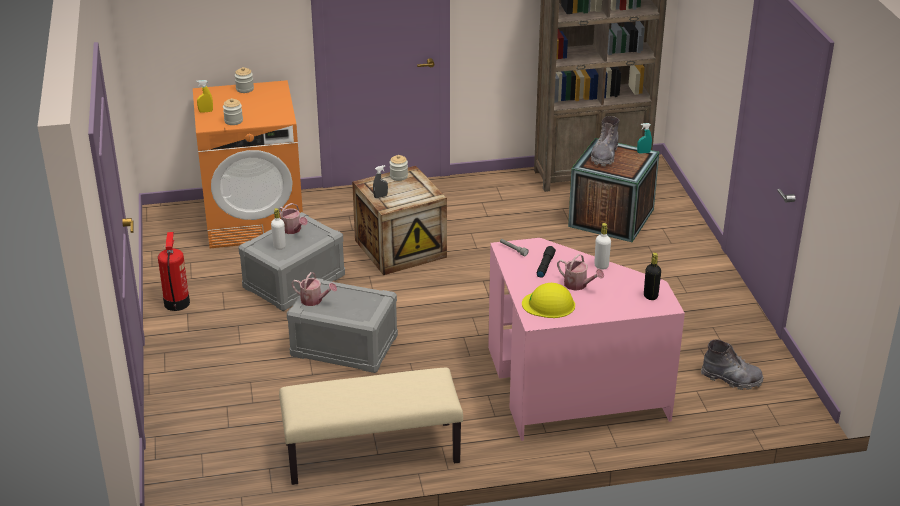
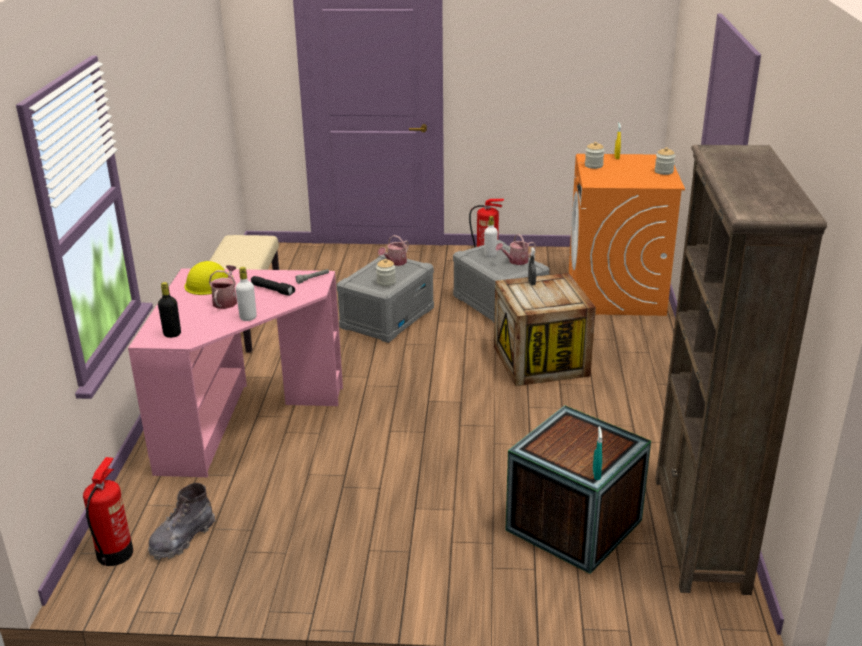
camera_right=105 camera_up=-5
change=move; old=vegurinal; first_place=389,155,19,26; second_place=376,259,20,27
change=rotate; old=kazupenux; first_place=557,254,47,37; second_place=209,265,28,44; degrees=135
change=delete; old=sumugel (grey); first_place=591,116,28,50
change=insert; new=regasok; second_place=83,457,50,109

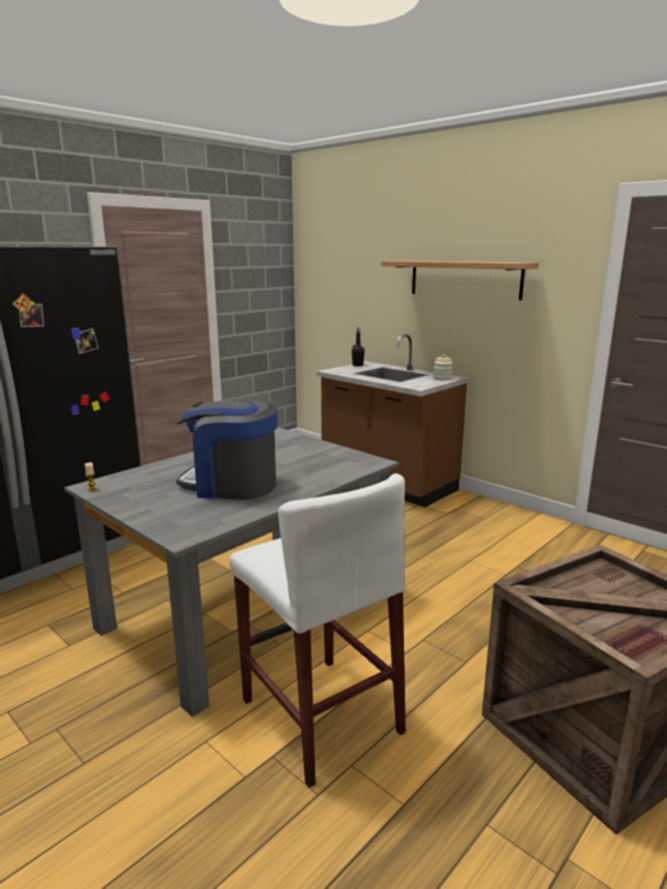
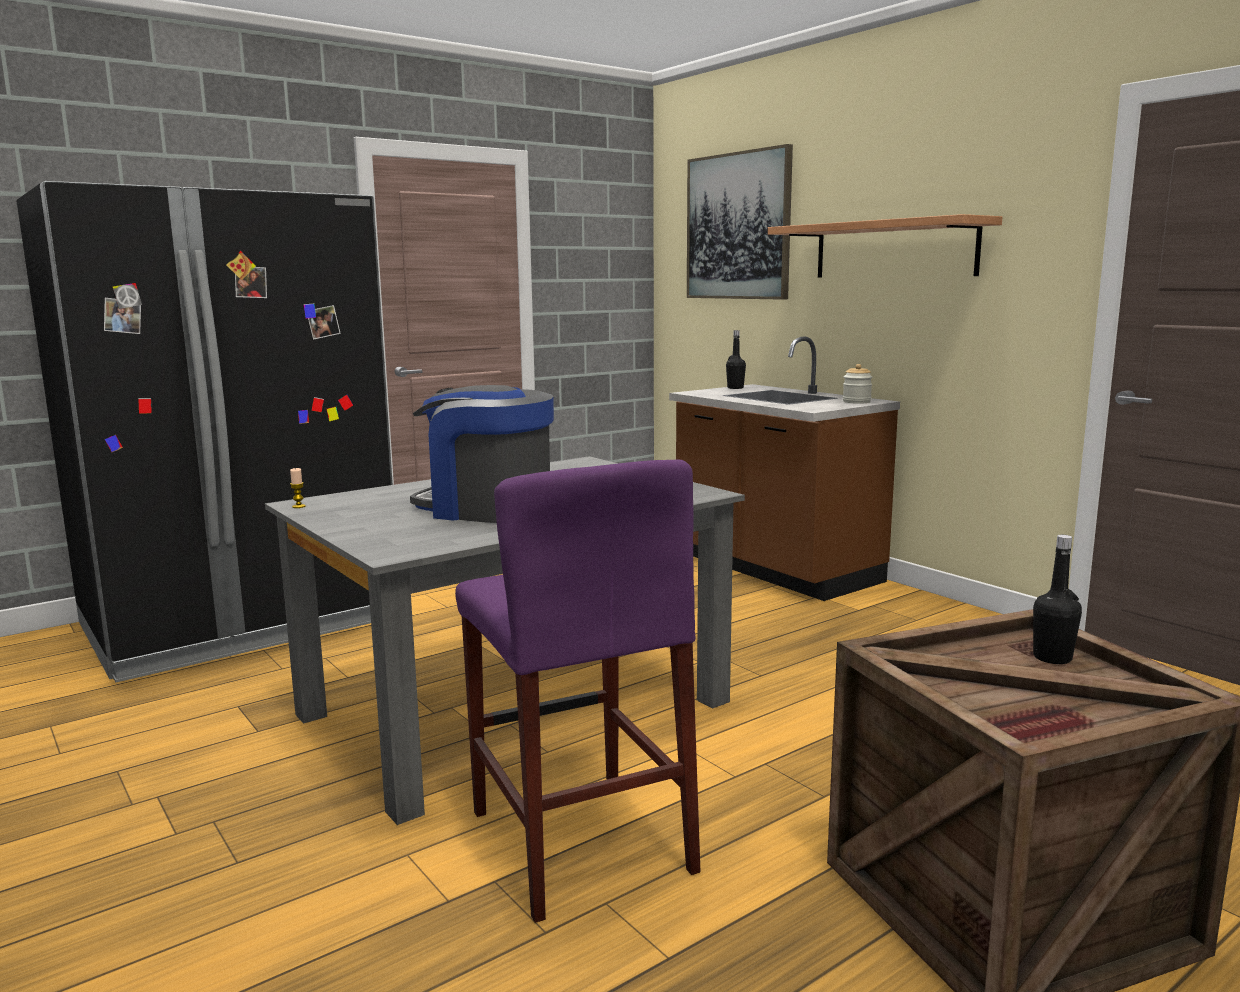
camera_right=10 camera_up=-5
change=recolor; old=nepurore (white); new=nepurore (purple); first_place=230,473,176,315; second_place=455,460,246,463
change=insert; new=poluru; second_place=687,144,106,156
change=insert; new=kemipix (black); second_place=1033,535,49,129

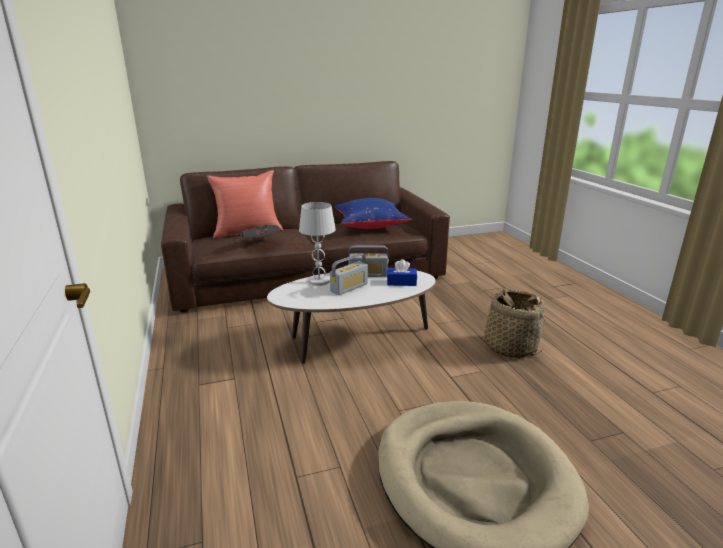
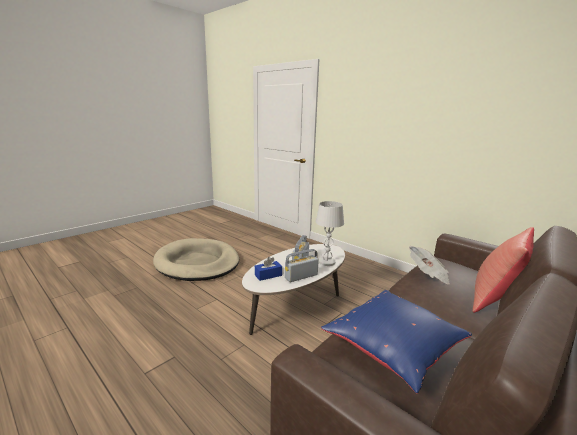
camera_right=150 camera_up=-5
change=delete; old=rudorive; first_place=482,289,63,69

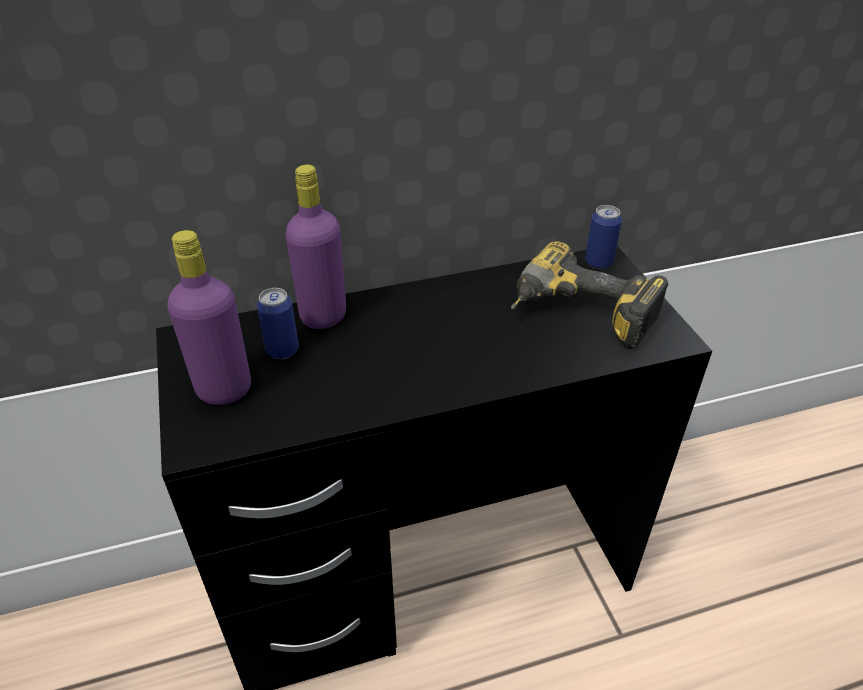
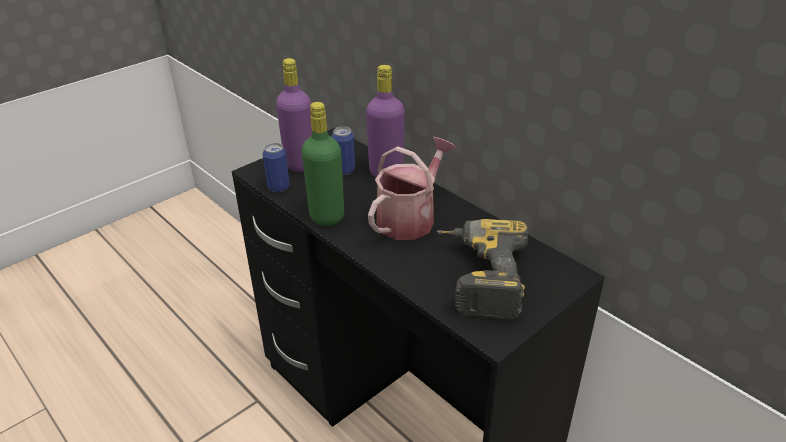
camera_right=65 camera_up=-5
change=move; old=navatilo; first_place=585,205,37,64; second_place=263,143,27,49
change=insert; new=kemipix (green); second_place=302,102,42,124
change=insert; new=kazupenux; second_place=368,137,87,103

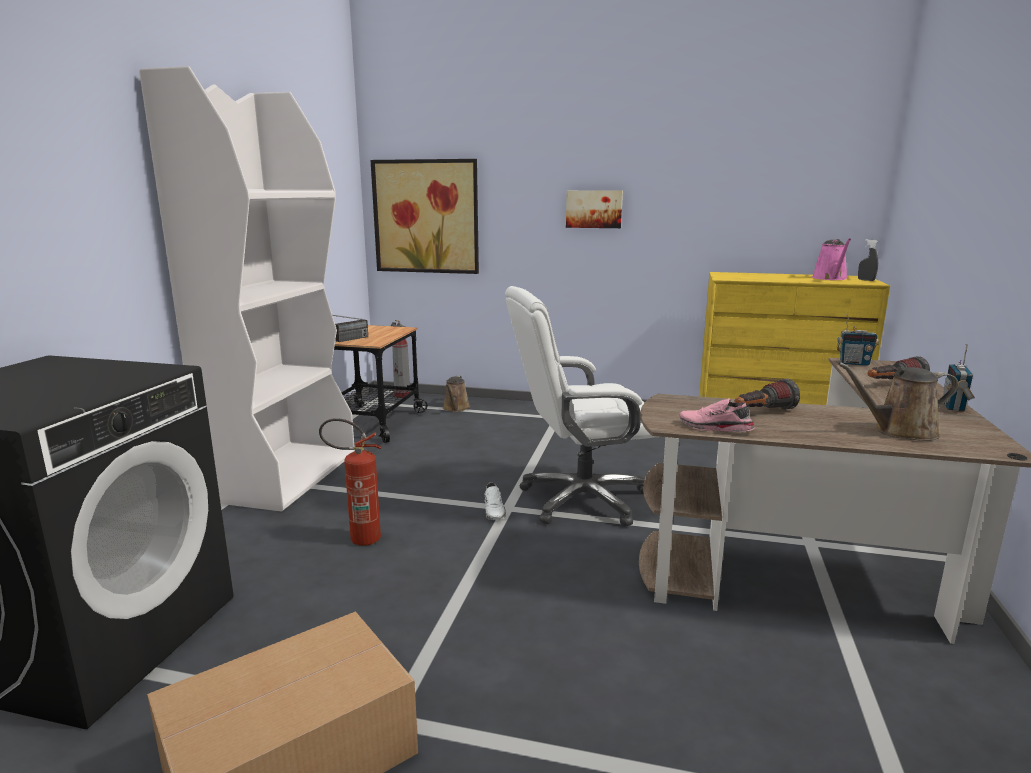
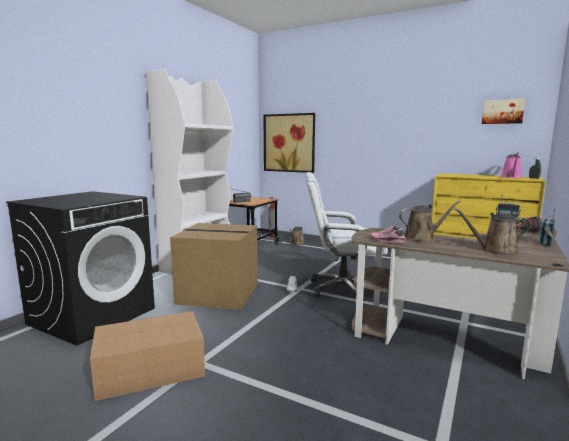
camera_right=15 camera_up=-5
change=replace; old=regasok; new=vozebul; first_place=319,418,62,128; second_place=170,223,88,87
change=move; old=poluru; first_place=566,190,57,38; second_place=482,99,43,25
change=replace; old=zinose; new=kazupenux (brown); first_place=735,379,65,31; second_place=399,201,61,41

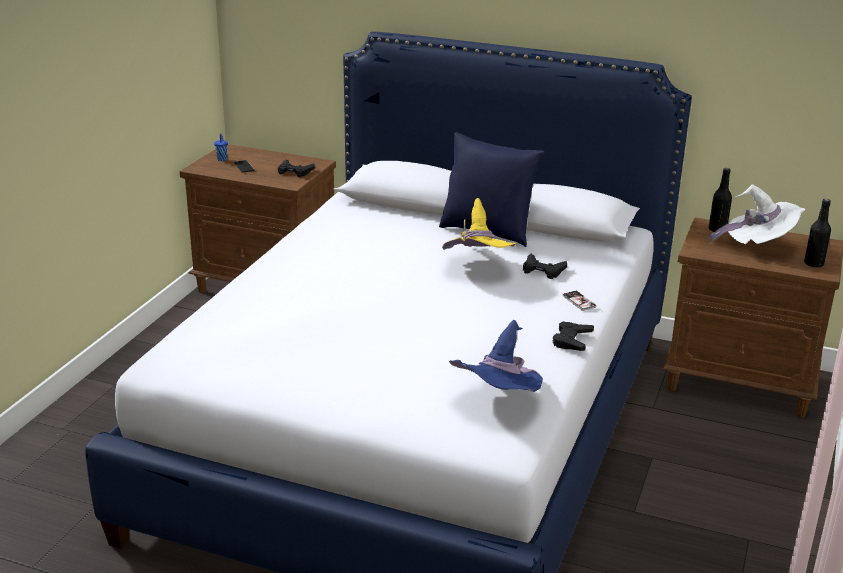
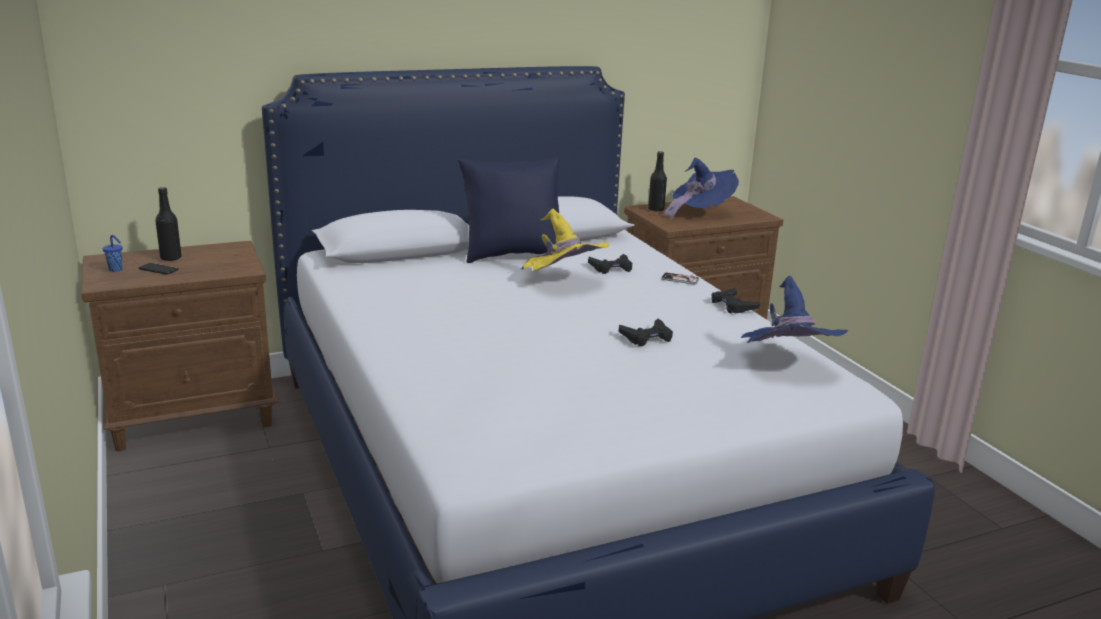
camera_right=-45 camera_up=-5
change=move; old=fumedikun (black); first_place=278,159,37,18; second_place=619,319,54,27
change=recolor; old=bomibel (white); new=bomibel (blue); first_place=708,184,97,61; second_place=663,158,76,62
change=move; old=kemipix (black); first_place=804,199,27,68; second_place=155,187,27,74

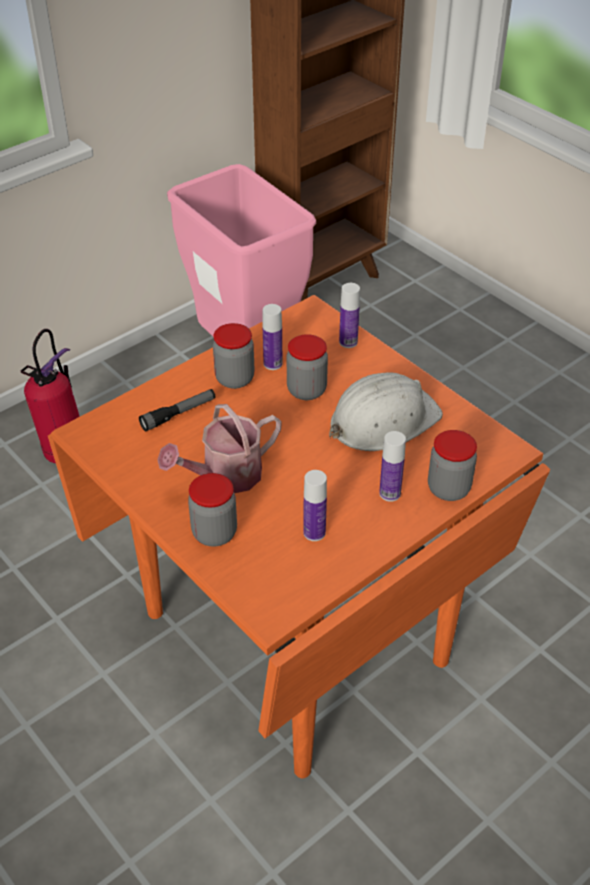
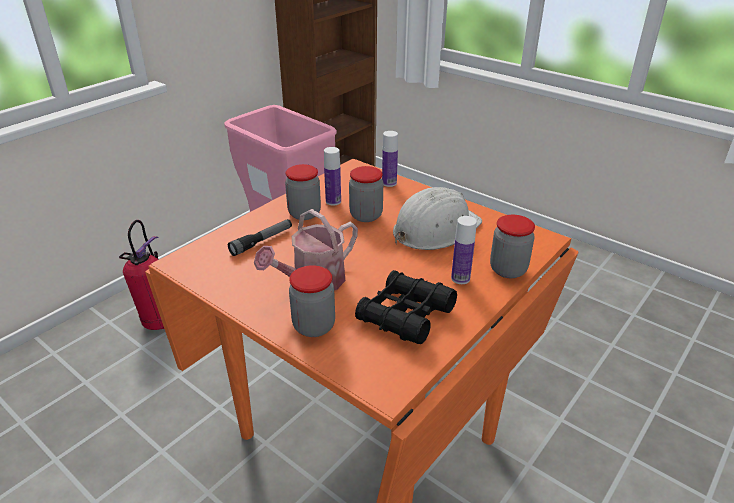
camera_right=-10 camera_up=-10
change=replace; old=kemipix; new=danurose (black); first_place=303,470,24,71; second_place=355,270,102,74

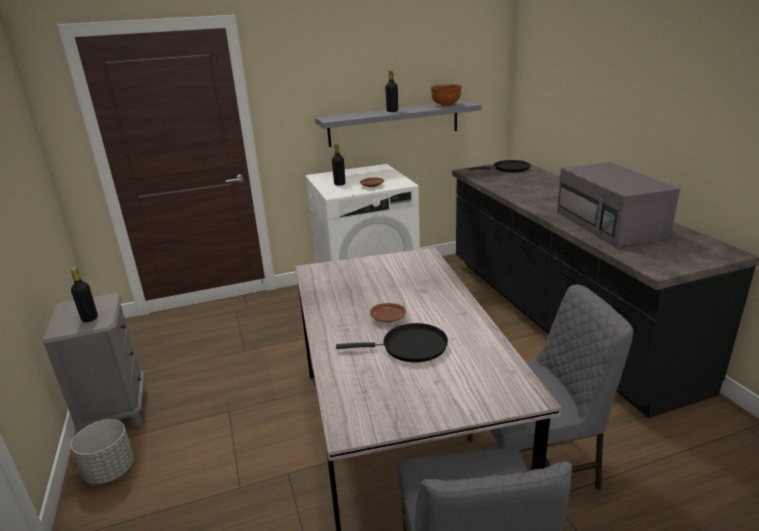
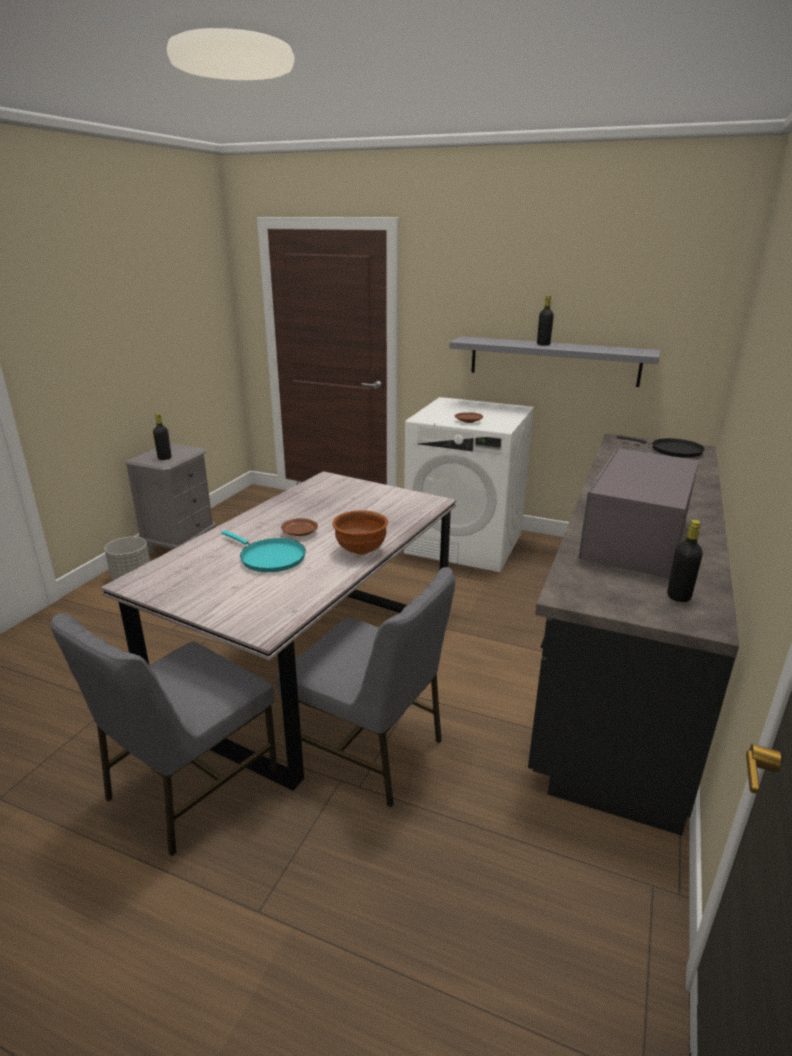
camera_right=40 camera_up=0
change=move; old=kemipix (black); first_place=332,143,13,43; second_place=667,520,36,82
change=recolor; old=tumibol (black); new=tumibol (turquoise); first_place=336,323,112,39; second_place=221,530,85,42
change=move; old=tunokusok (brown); first_place=430,84,32,23; second_place=332,510,56,45

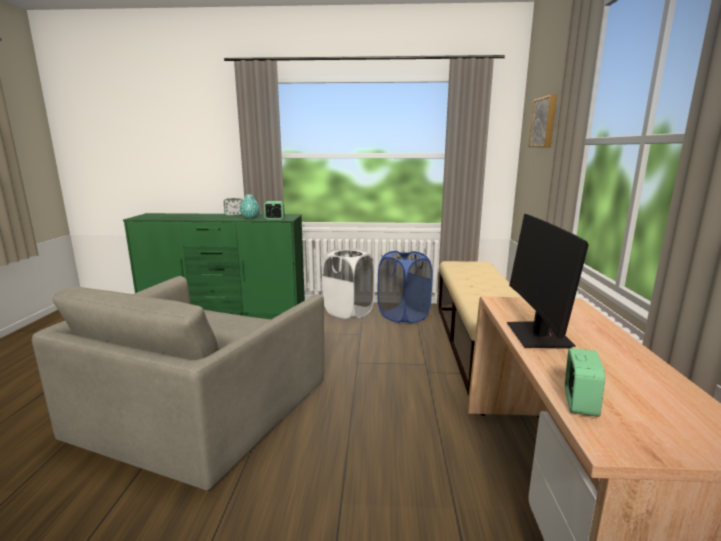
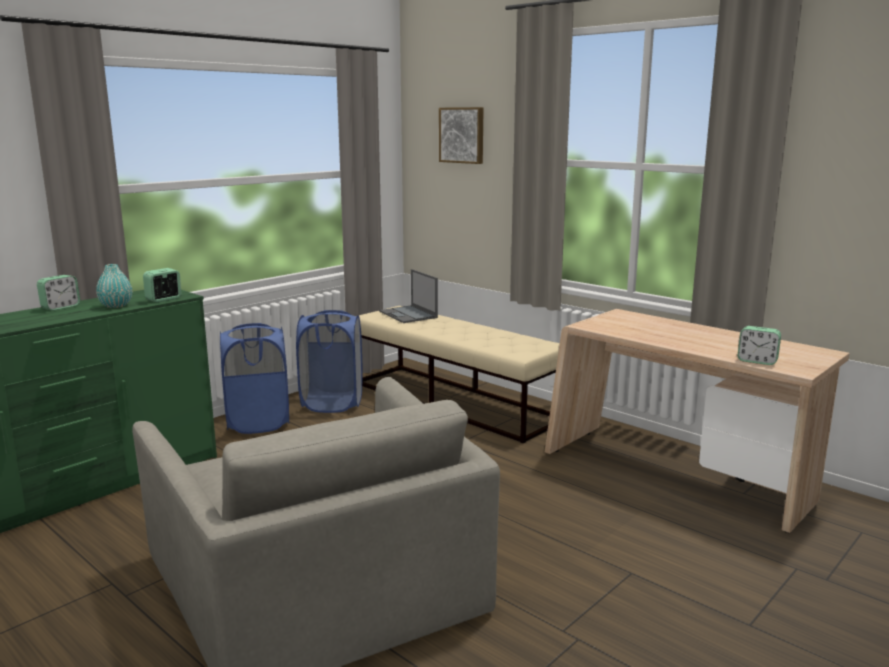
camera_right=-50 camera_up=0
change=recolor; old=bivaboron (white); new=bivaboron (blue); first_place=322,248,53,71; second_place=220,323,69,111
change=delete; old=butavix; first_place=507,214,82,135
change=rotate; old=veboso; first_place=565,348,40,69; second_place=738,326,43,39; degrees=150
change=insert; new=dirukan; second_place=379,269,59,54

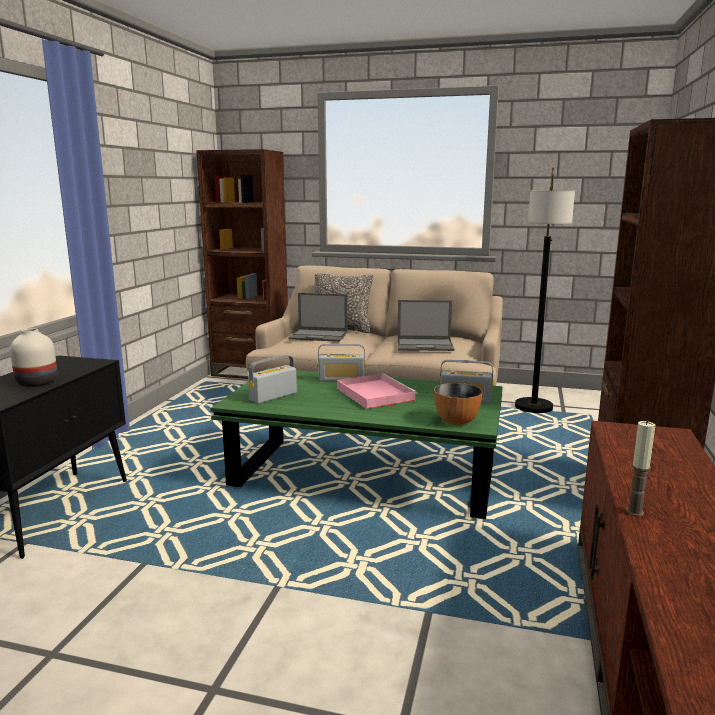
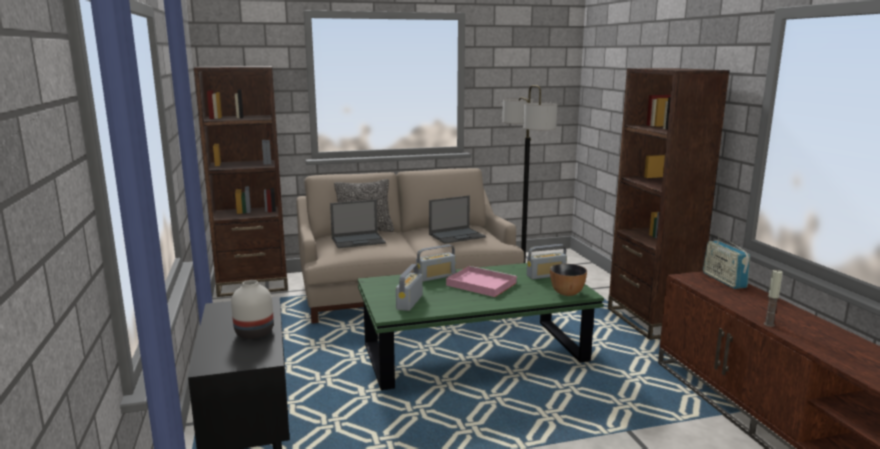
camera_right=-30 camera_up=0
change=insert; new=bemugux; second_place=703,234,47,55

